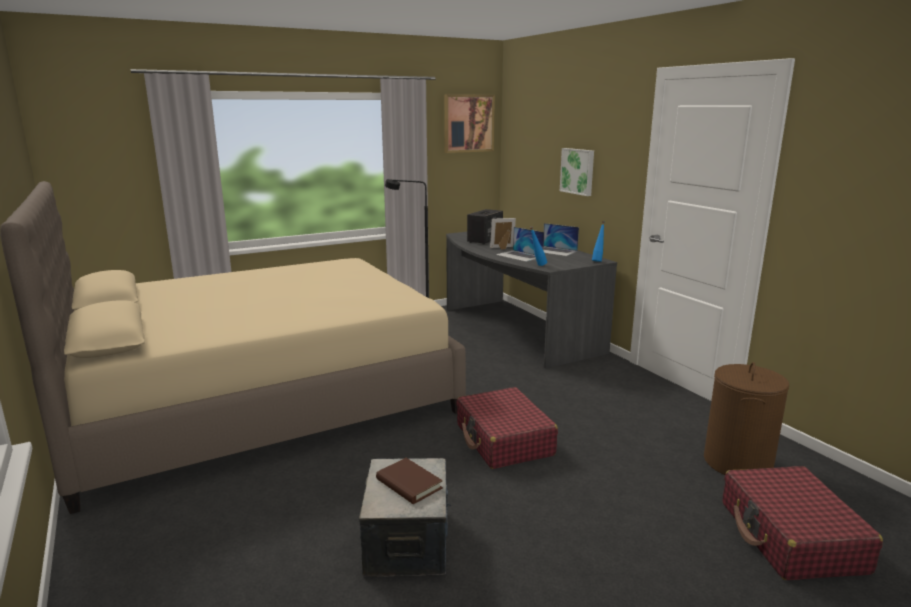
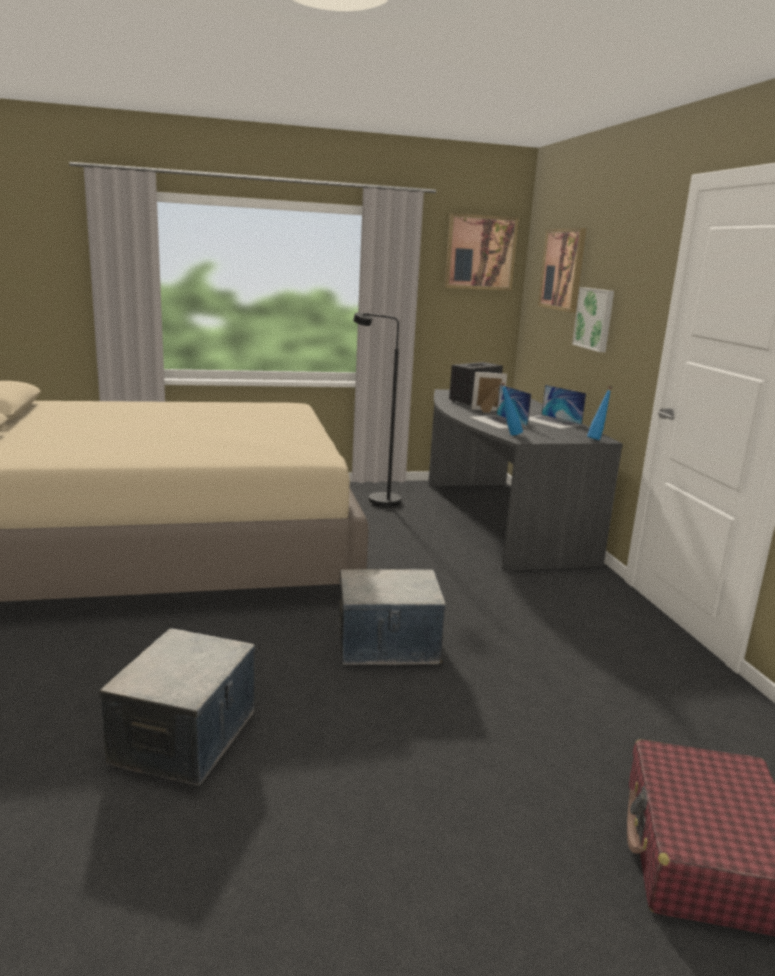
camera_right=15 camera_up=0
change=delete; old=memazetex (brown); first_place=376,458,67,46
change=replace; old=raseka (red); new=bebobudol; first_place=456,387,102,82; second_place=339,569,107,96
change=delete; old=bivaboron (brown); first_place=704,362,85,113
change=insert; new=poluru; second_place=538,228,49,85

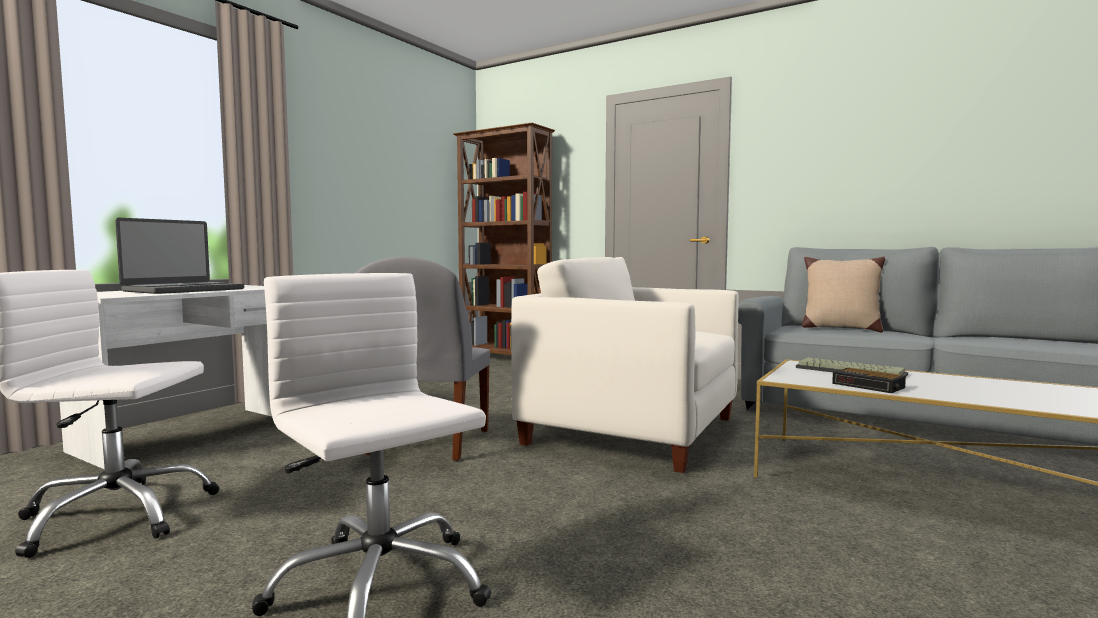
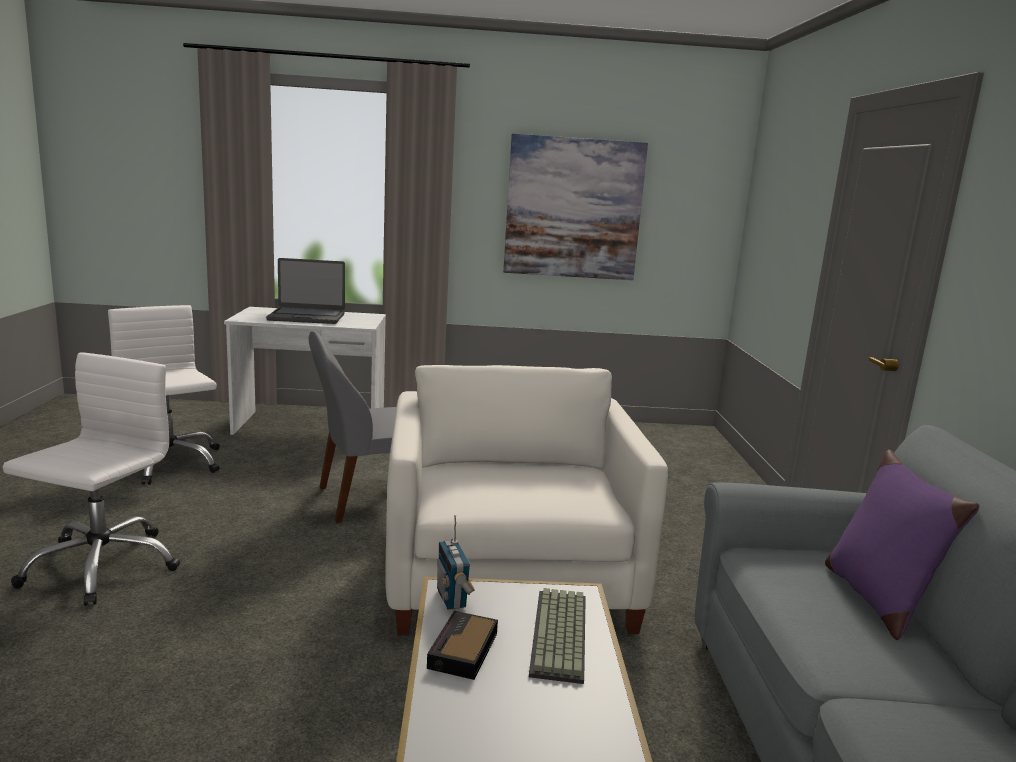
camera_right=55 camera_up=10
change=delete; old=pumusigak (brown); first_place=453,123,102,232
change=recolor; old=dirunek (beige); new=dirunek (purple); first_place=802,257,84,76; second_place=825,450,154,190
change=insert; new=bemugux; second_place=437,515,38,94
change=insert; new=poluru; second_place=503,134,145,146

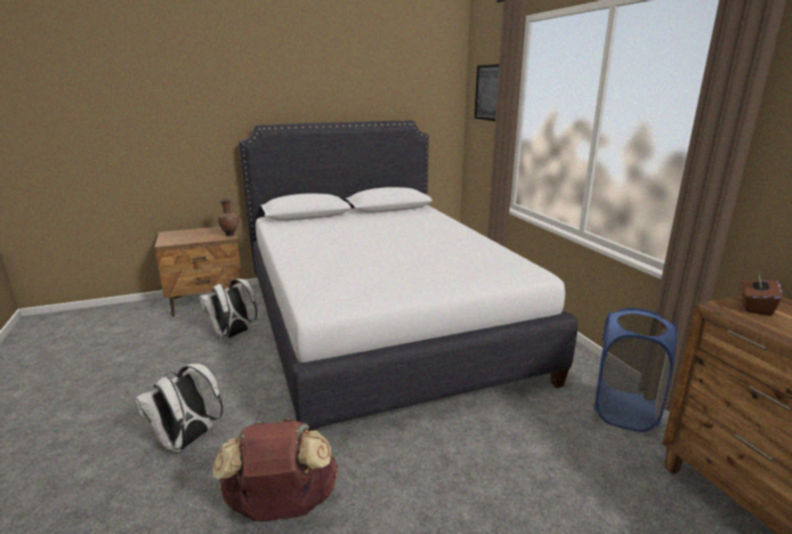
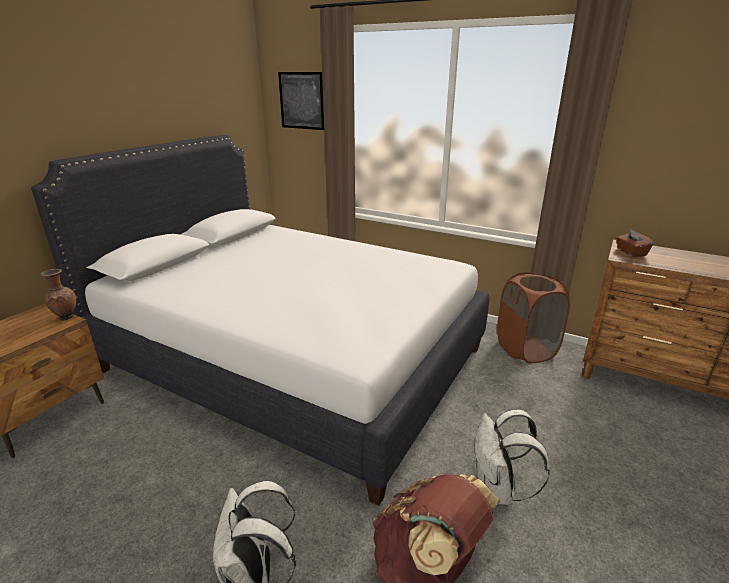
camera_right=-40 camera_up=5
change=move; old=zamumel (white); first_place=199,279,58,60; second_place=475,409,75,96
change=recolor; old=bivaboron (blue); new=bivaboron (brown); first_place=594,308,84,124; second_place=497,272,73,91

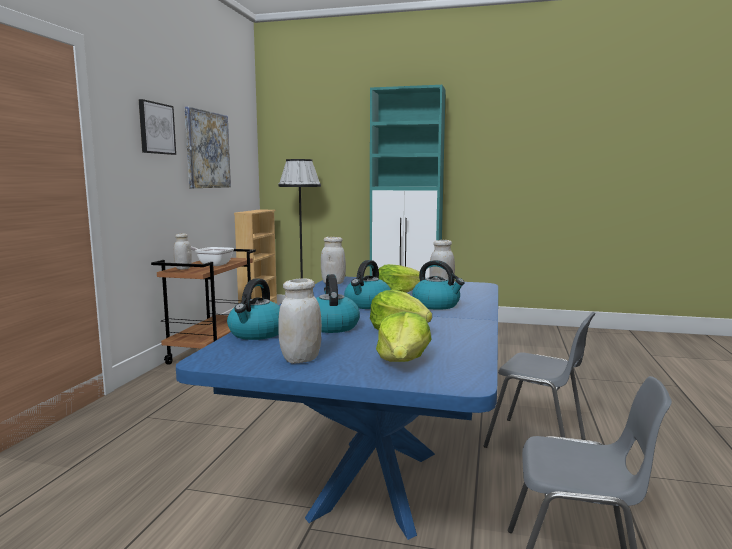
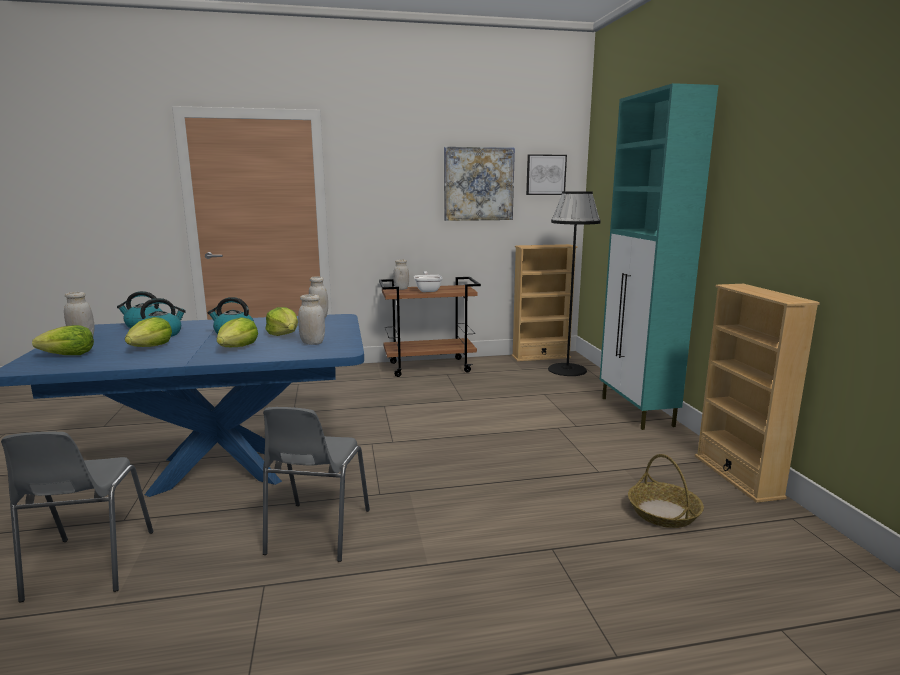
camera_right=65 camera_up=5
change=move; old=poluru; first_place=138,99,38,56; second_place=526,154,41,41
change=replace; old=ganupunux; new=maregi; first_place=412,260,53,50; second_place=217,317,41,30
change=insert; new=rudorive; second_place=628,454,76,74
change=insert; new=pumusigak (beige); second_place=695,284,125,219

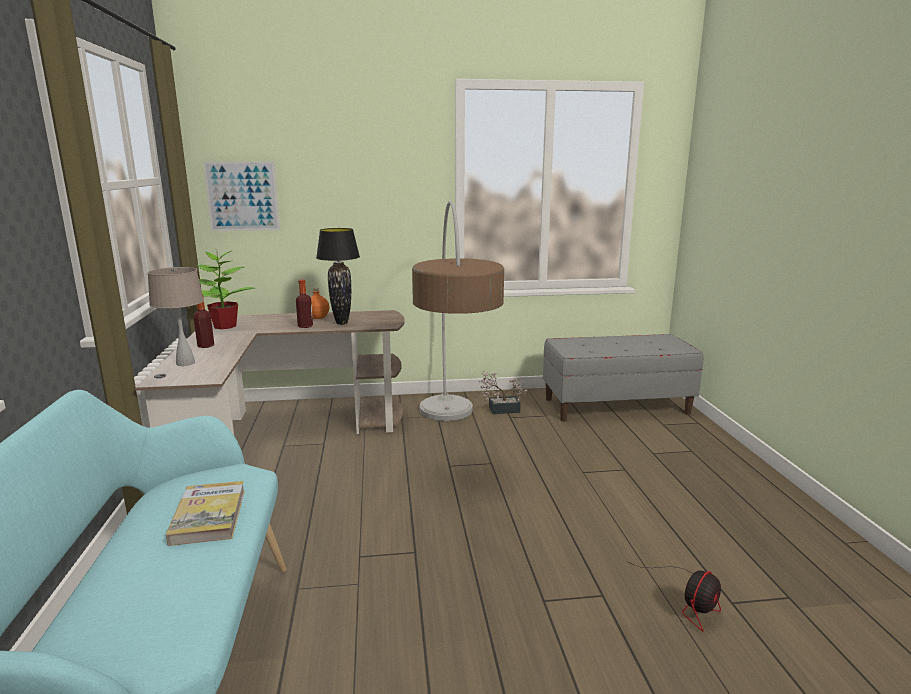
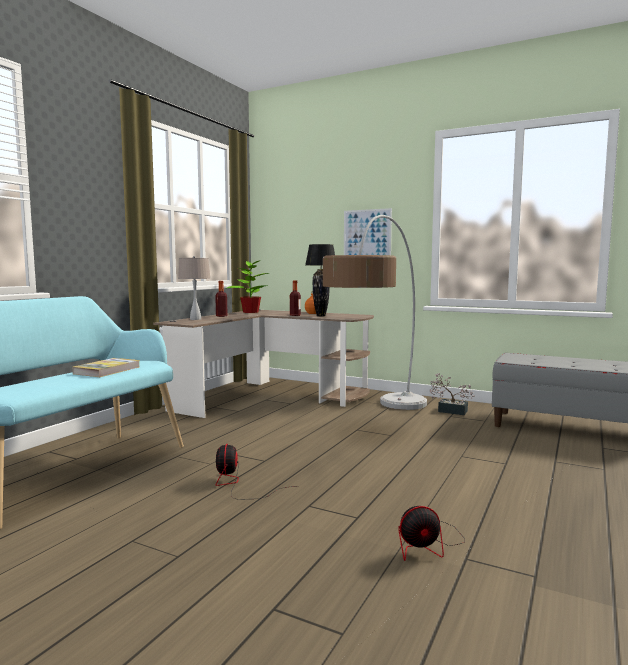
camera_right=35 camera_up=-10
change=move; old=poluru; first_place=203,161,77,70; second_place=344,208,48,47
change=insert; new=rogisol; second_place=216,444,83,56

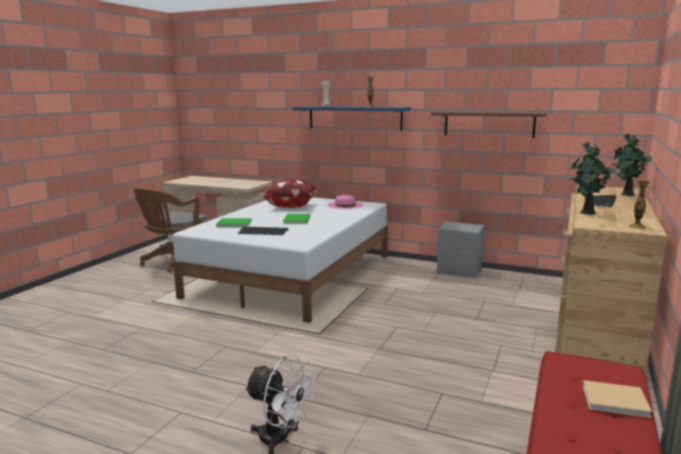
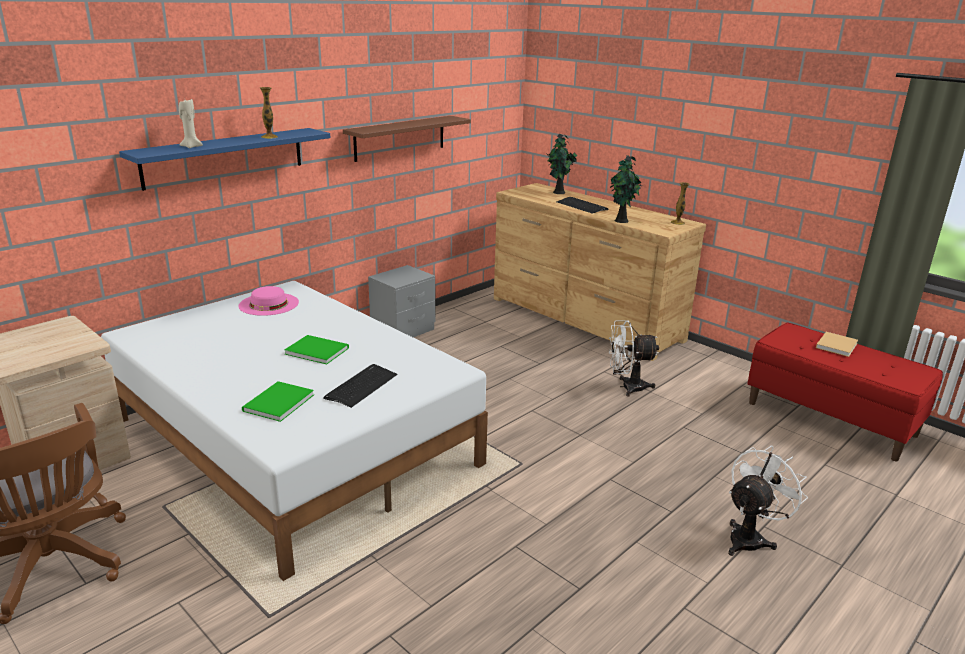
camera_right=-70 camera_up=10
change=delete; old=dirunek; first_place=263,178,54,30
change=insert; new=rogisol (white); second_place=609,321,50,76

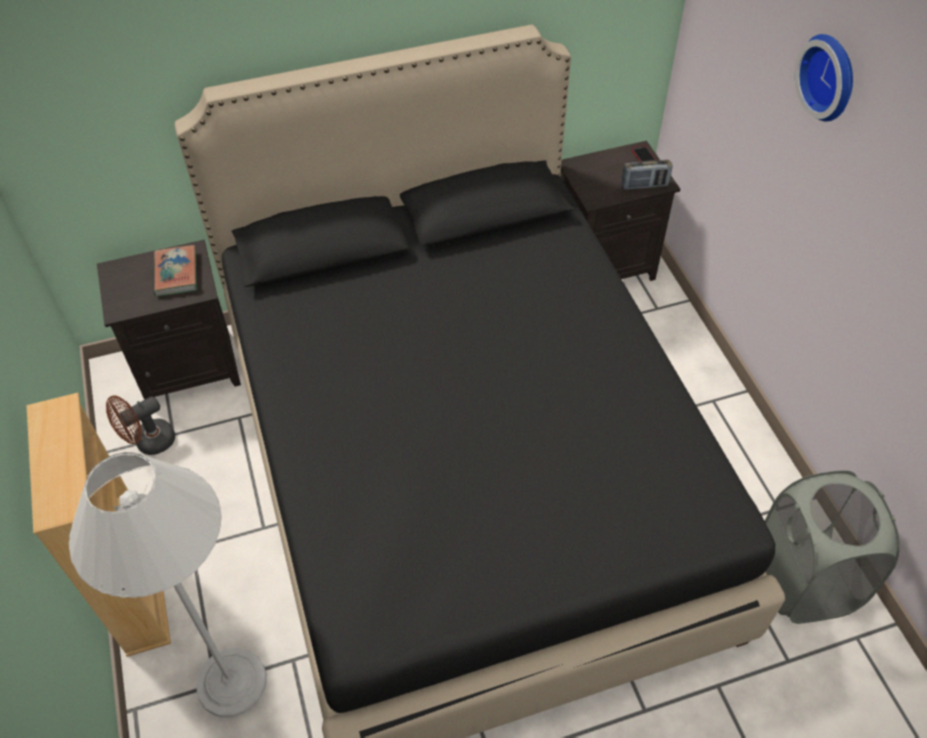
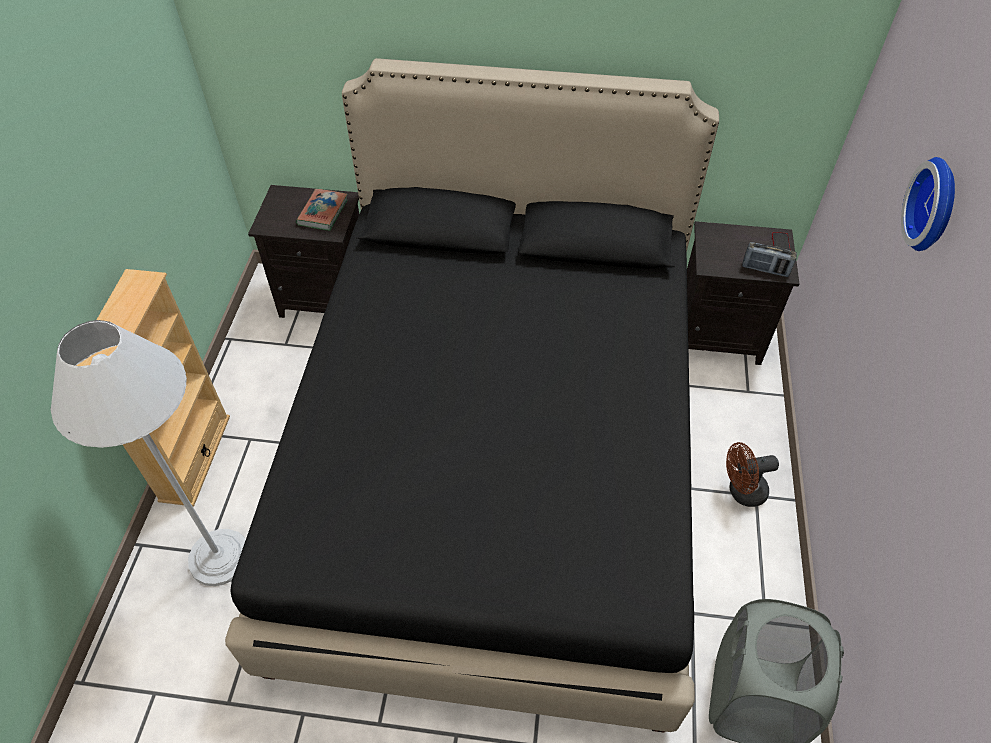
camera_right=25 camera_up=0
change=move; old=rogisol (brown); first_place=106,396,69,59; second_place=726,442,53,65

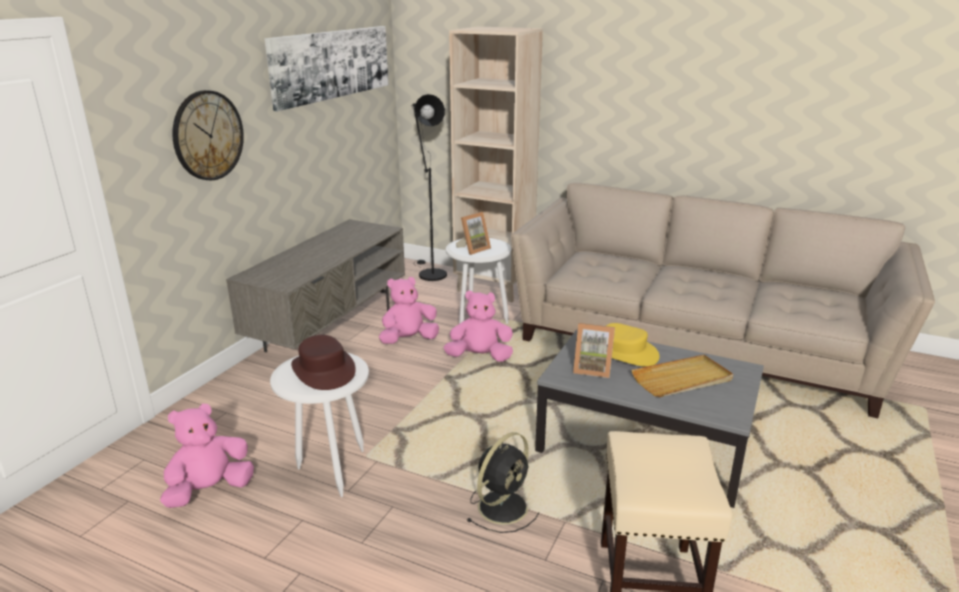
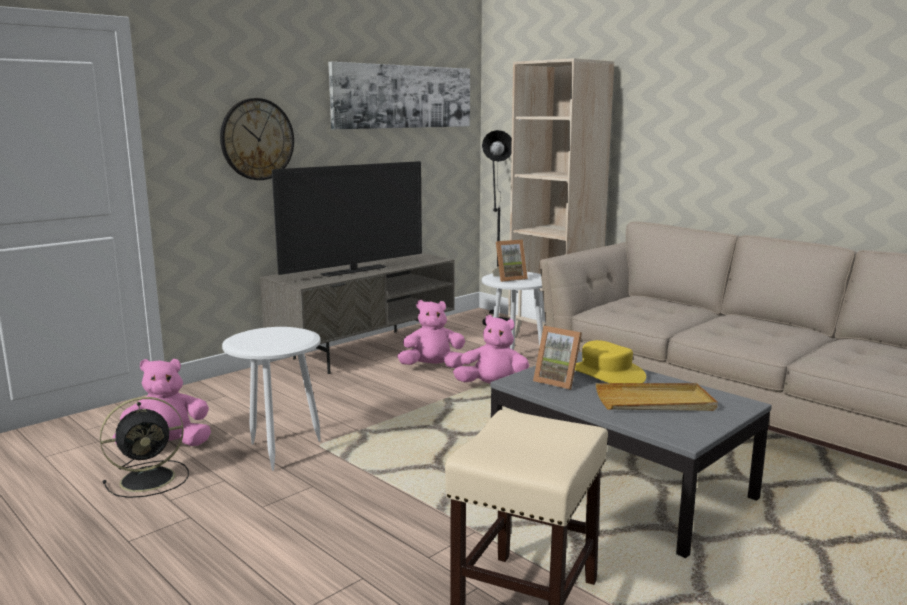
camera_right=20 camera_up=-10
change=delete; old=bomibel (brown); first_place=291,335,65,55
change=move; old=rogisol (black); first_place=466,432,73,101; second_place=100,397,89,101
change=insert; new=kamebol; second_place=272,161,150,116

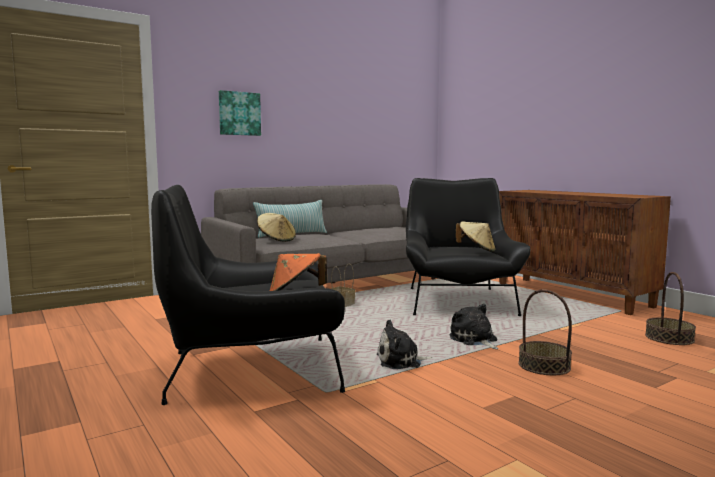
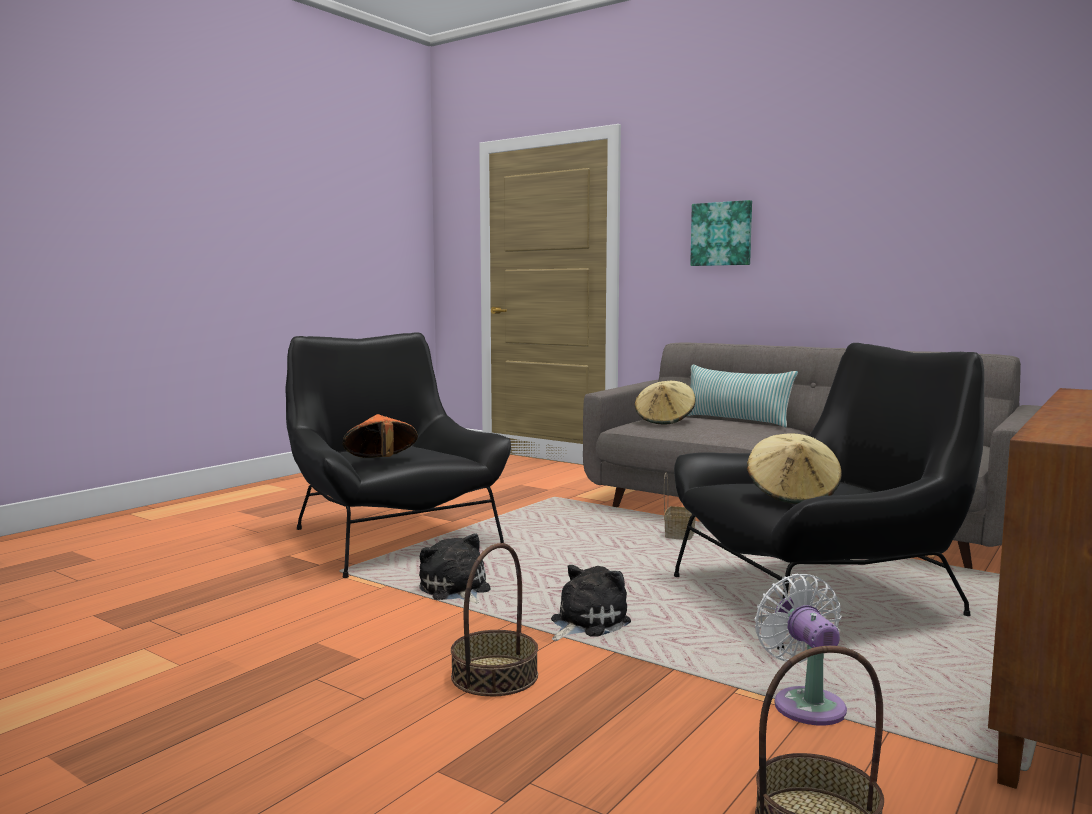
camera_right=70 camera_up=0
change=insert; new=rogisol (white); second_place=755,574,92,151

